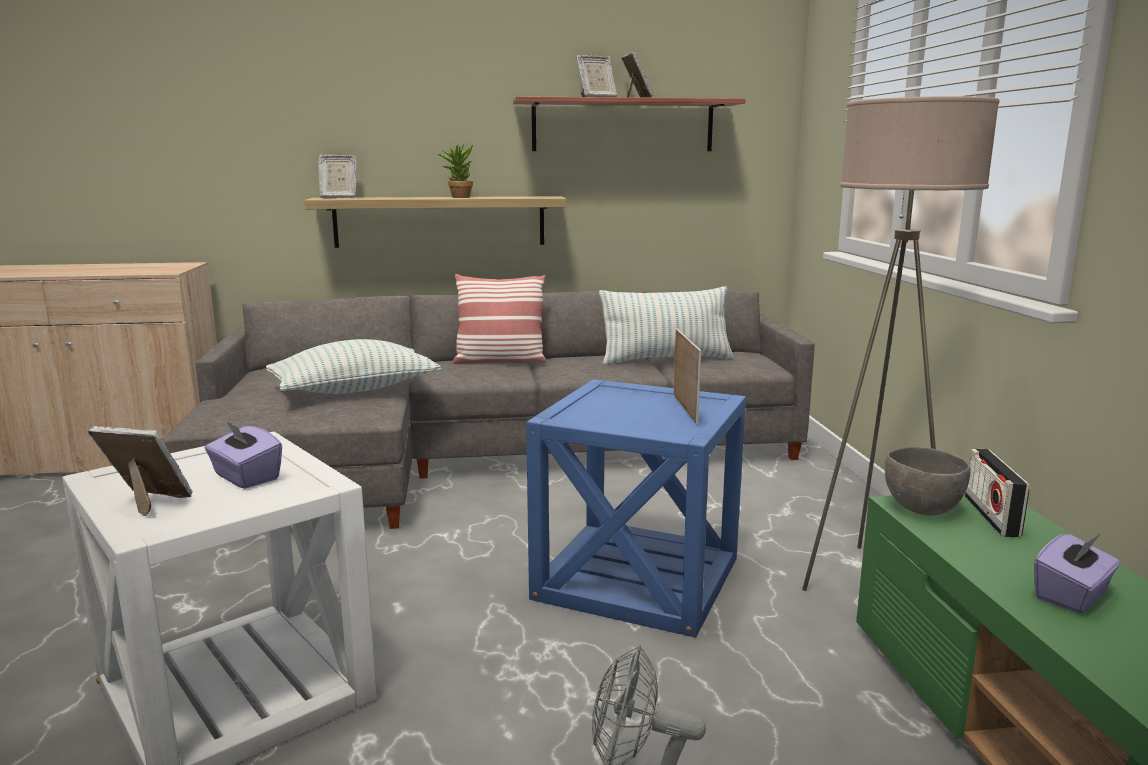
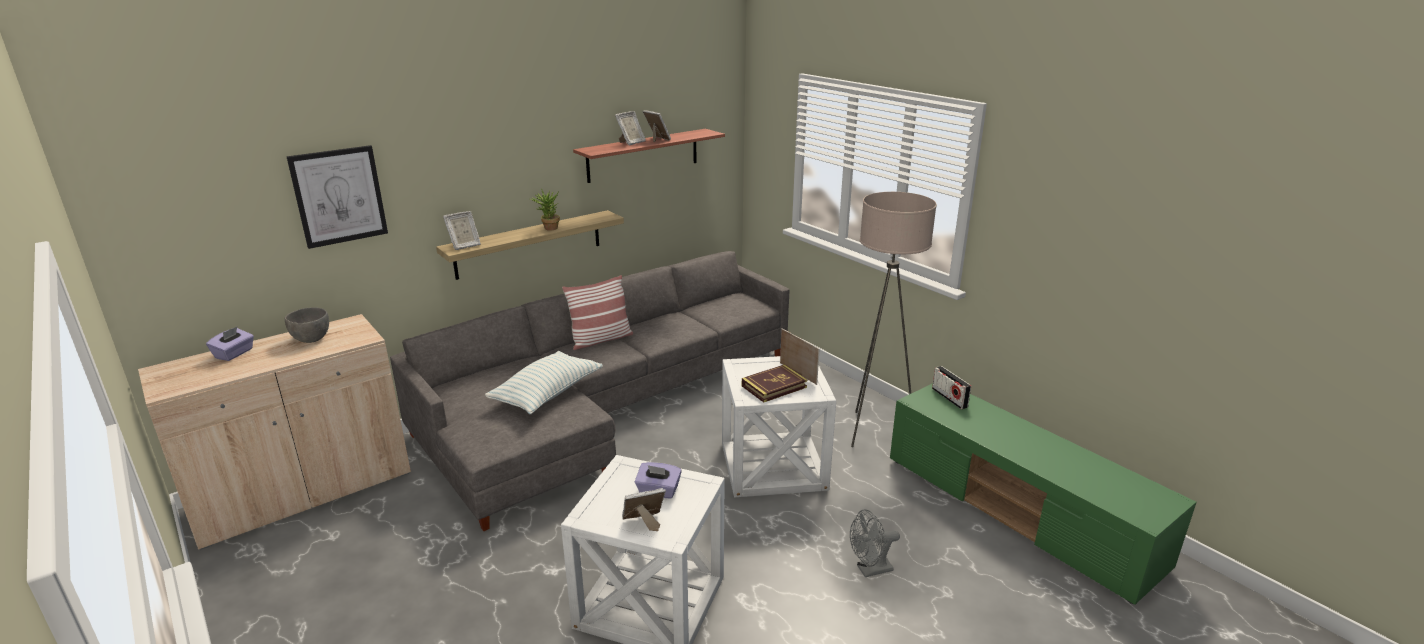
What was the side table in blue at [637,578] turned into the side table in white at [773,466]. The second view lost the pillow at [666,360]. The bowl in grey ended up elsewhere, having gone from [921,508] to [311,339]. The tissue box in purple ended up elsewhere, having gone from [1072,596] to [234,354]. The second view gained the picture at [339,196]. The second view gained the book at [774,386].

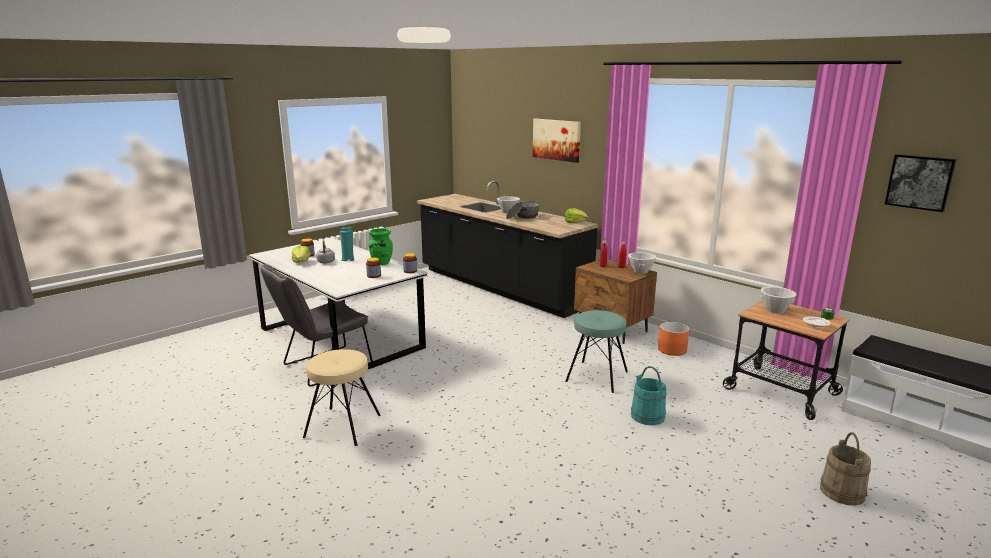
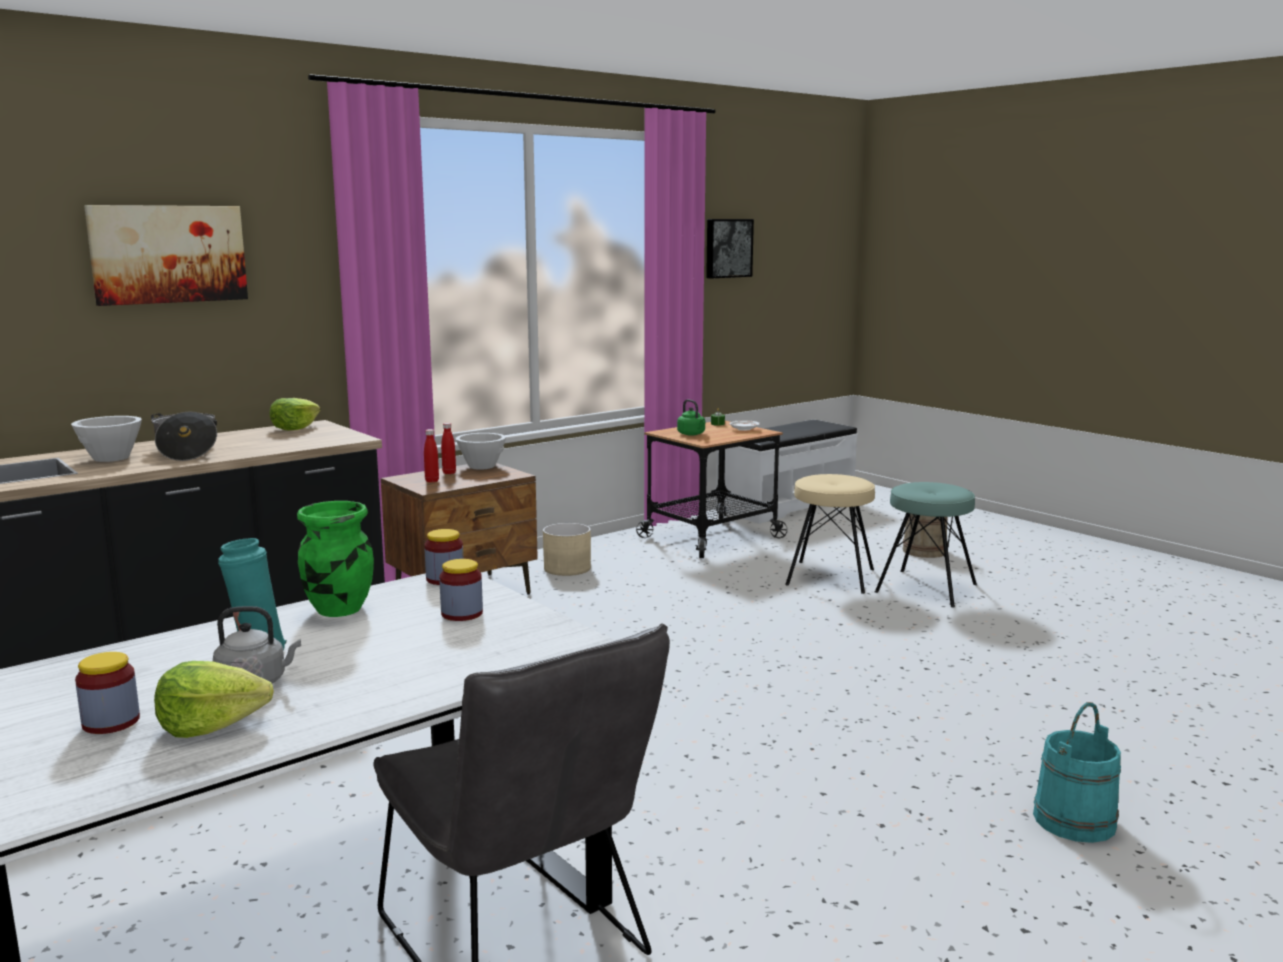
The stool in beige ended up elsewhere, having gone from [342,426] to [830,577]. The stool in turquoise ended up elsewhere, having gone from [597,376] to [926,588]. The bucket in turquoise ended up elsewhere, having gone from [647,416] to [1075,820]. What was the planter in orange at [672,349] turned into the planter in beige at [567,568]. Where the bowl in white stood at [775,310], the kettle in green came to stand at [692,434].

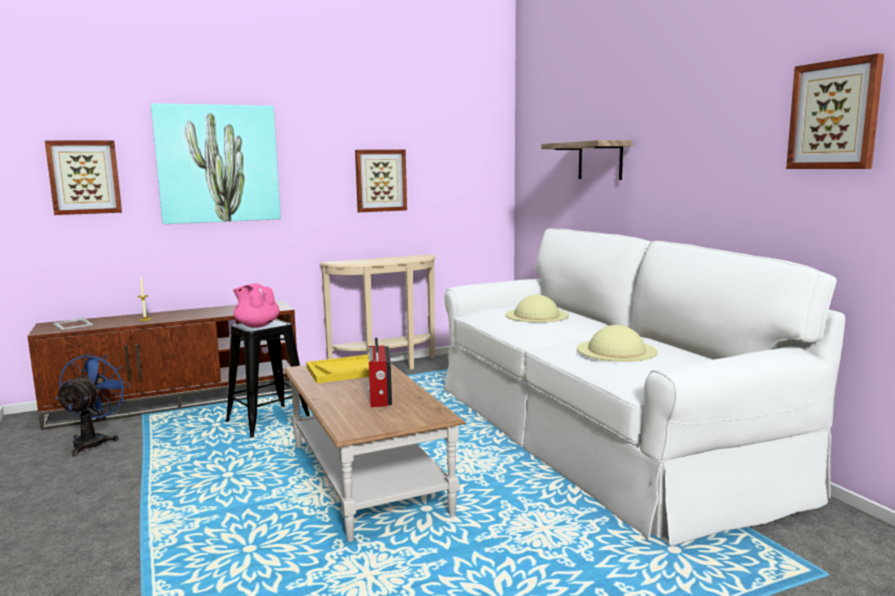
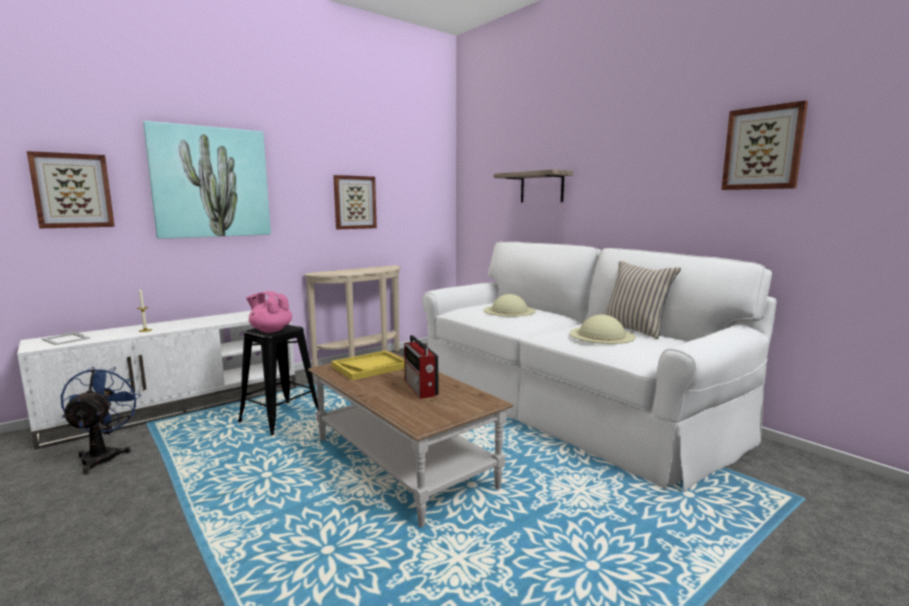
What was the tv stand in brown at [179,400] turned into the tv stand in white at [180,405]. The second view gained the pillow in beige at [634,329].

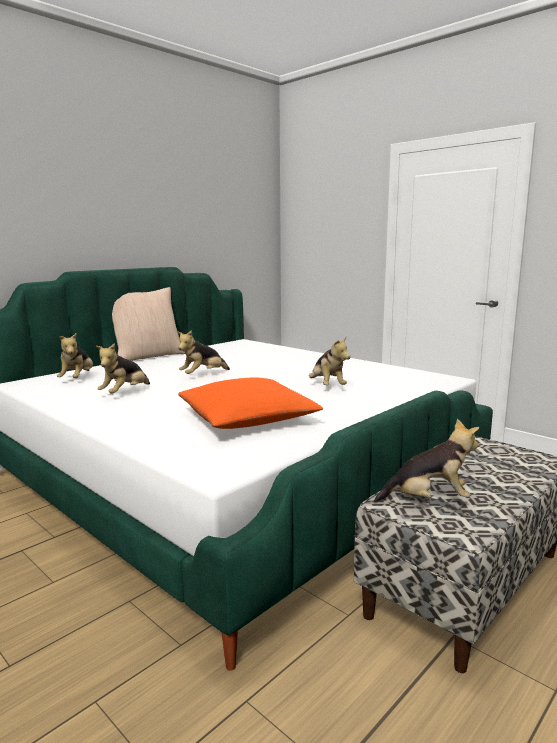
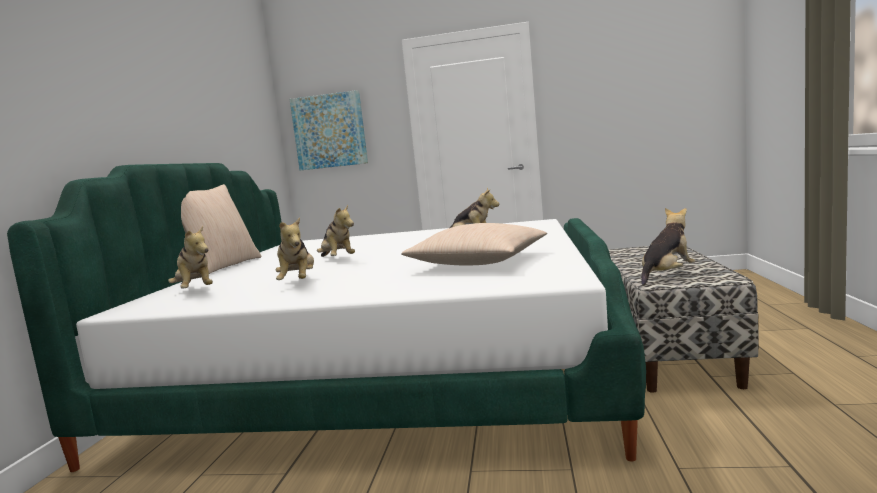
The plush toy at [203,375] ended up facing another way, 45 degrees counterclockwise from before. What was the pillow in orange at [248,419] turned into the pillow in beige at [479,262]. The second view gained the picture at [329,131].

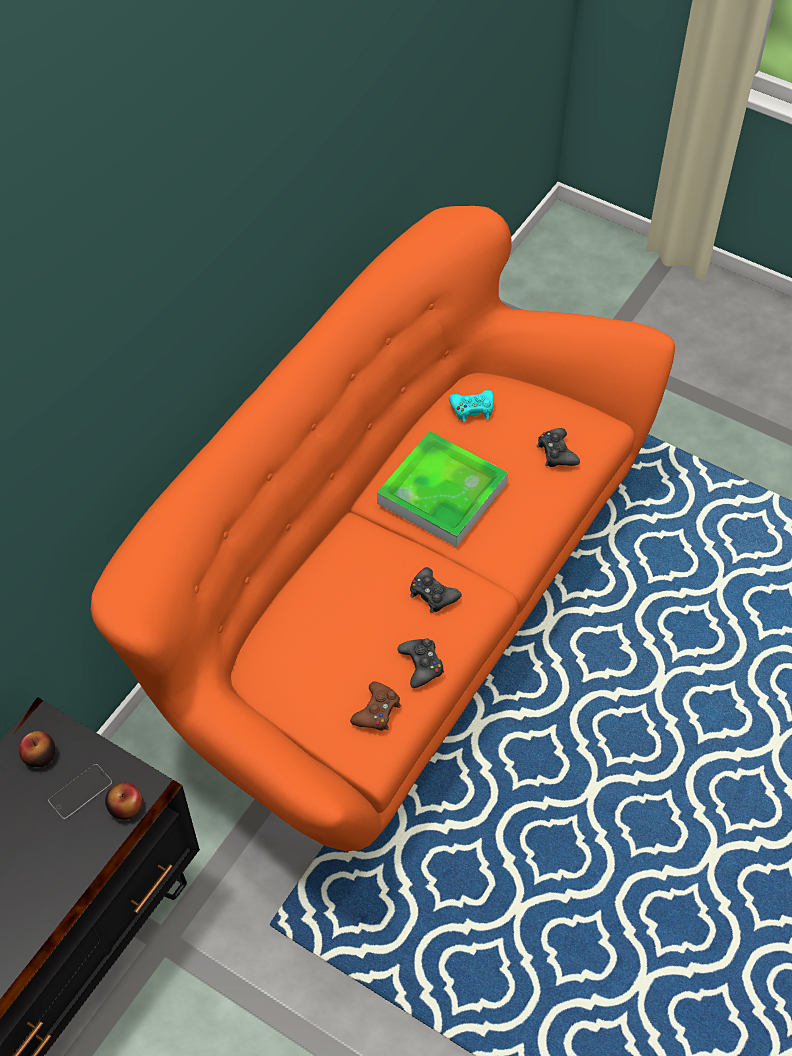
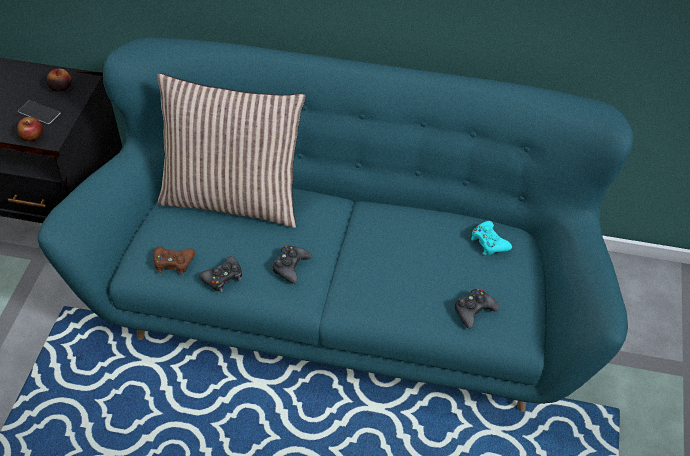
What was the sofa in orange at [396,609] turned into the sofa in turquoise at [344,301]. The second view lost the tray at [442,493]. The second view gained the pillow at [234,198].

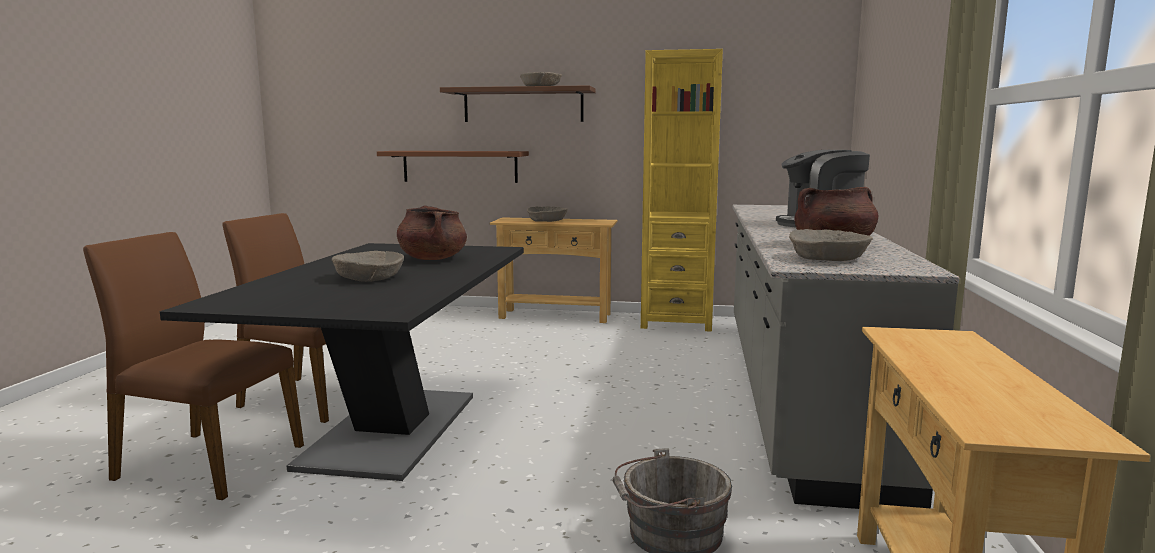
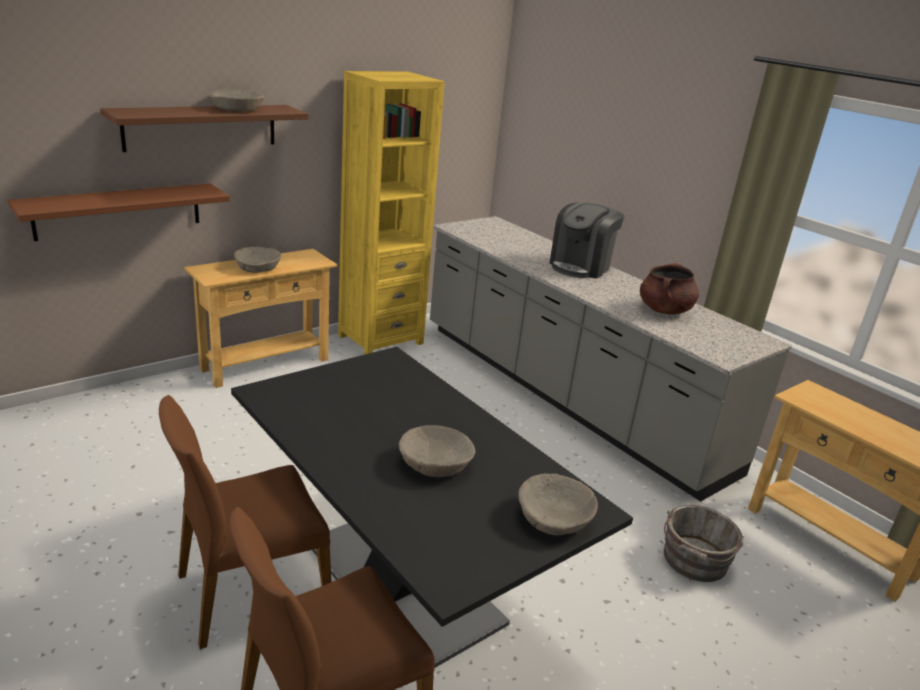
The second view lost the cooking pot in brown at [432,259]. The bowl in beige ended up elsewhere, having gone from [828,258] to [554,517].

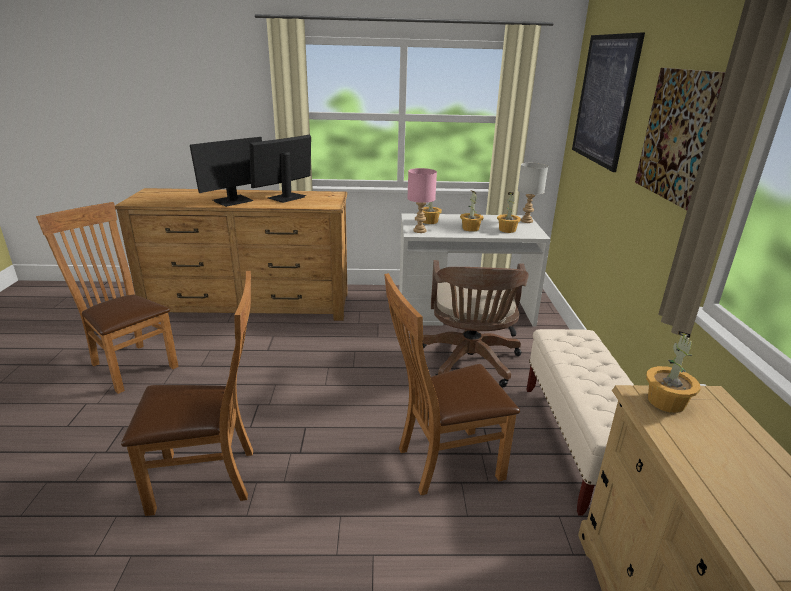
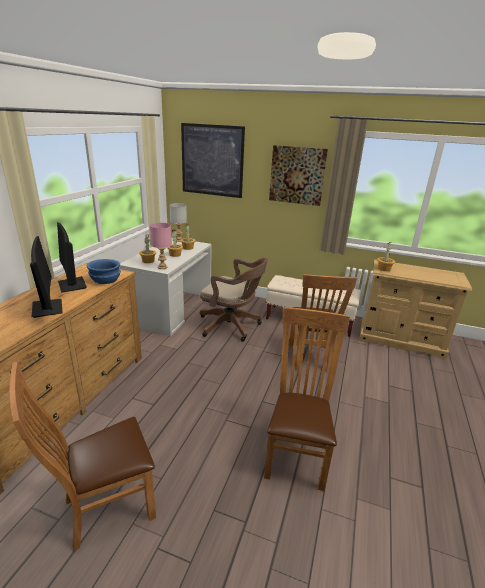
The second view gained the bowl in blue at [105,280].

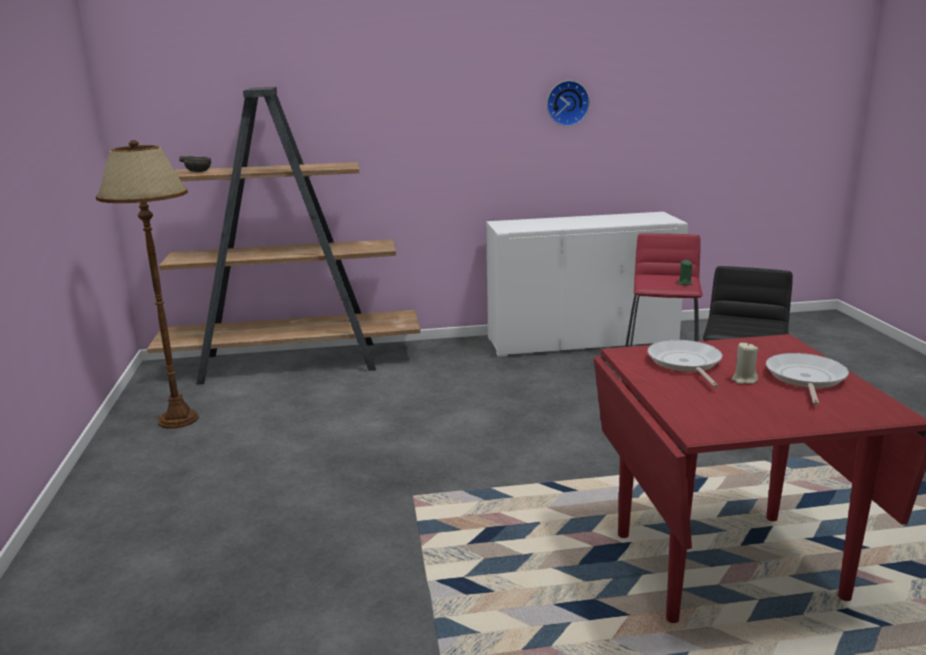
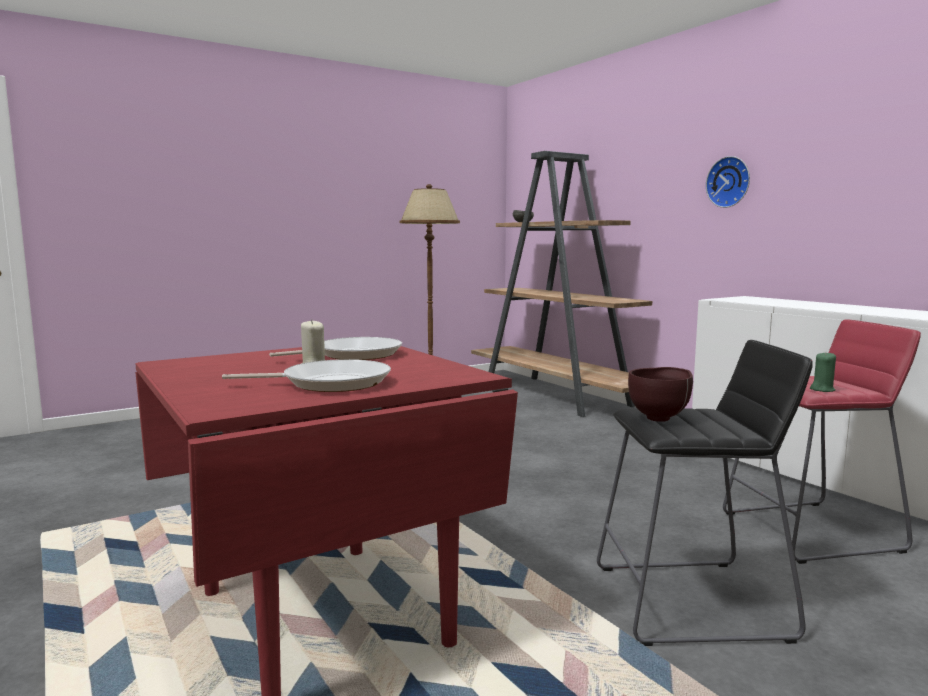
The wall clock ended up elsewhere, having gone from [567,103] to [729,182]. The second view gained the bowl in brown at [660,418].

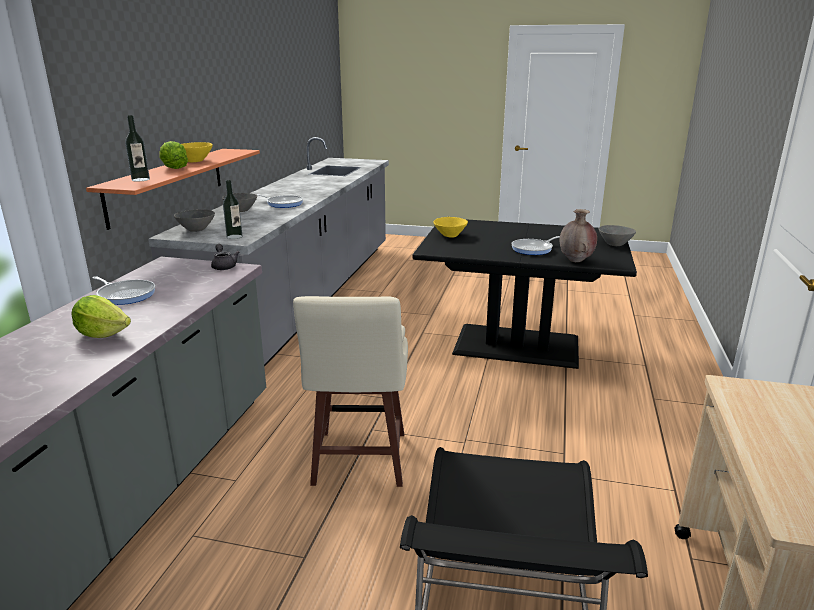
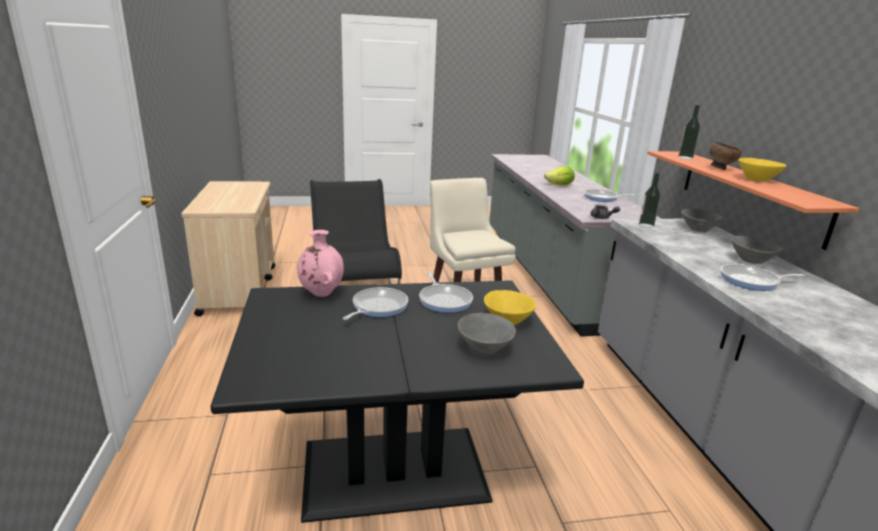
Where the lettuce stood at [174,169], the bowl in brown came to stand at [720,169]. What was the vase in brown at [576,260] turned into the vase in pink at [321,293]. The bowl in grey ended up elsewhere, having gone from [615,244] to [485,348]. The second view gained the frying pan at [444,300].

